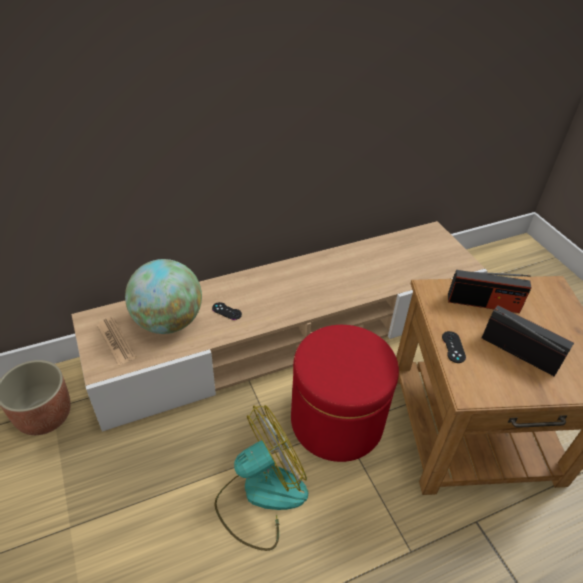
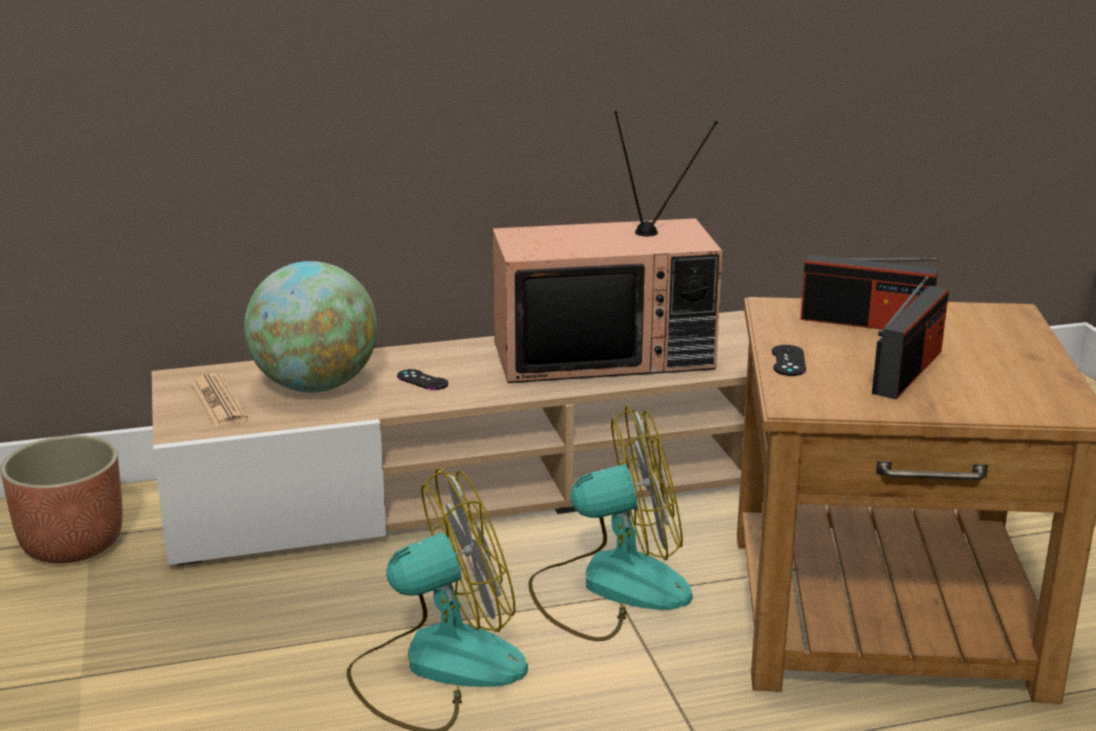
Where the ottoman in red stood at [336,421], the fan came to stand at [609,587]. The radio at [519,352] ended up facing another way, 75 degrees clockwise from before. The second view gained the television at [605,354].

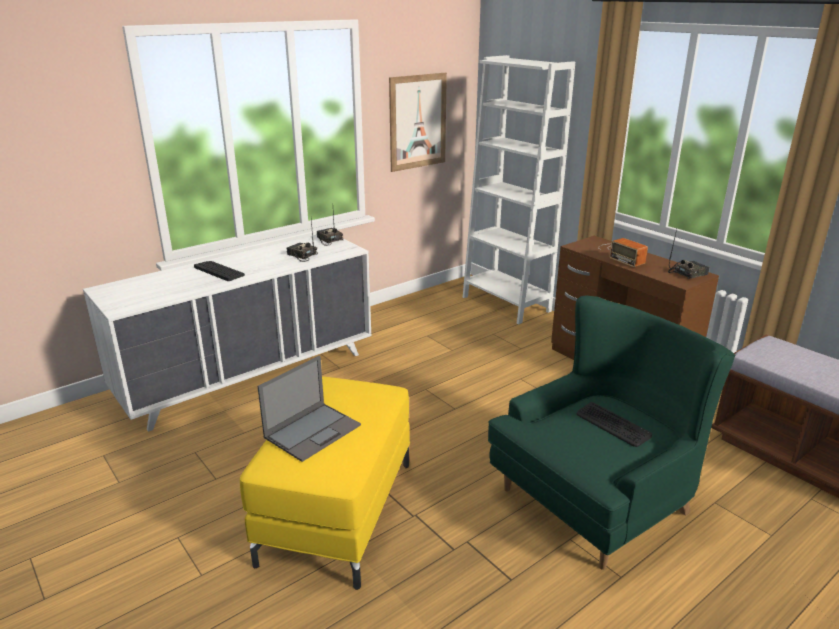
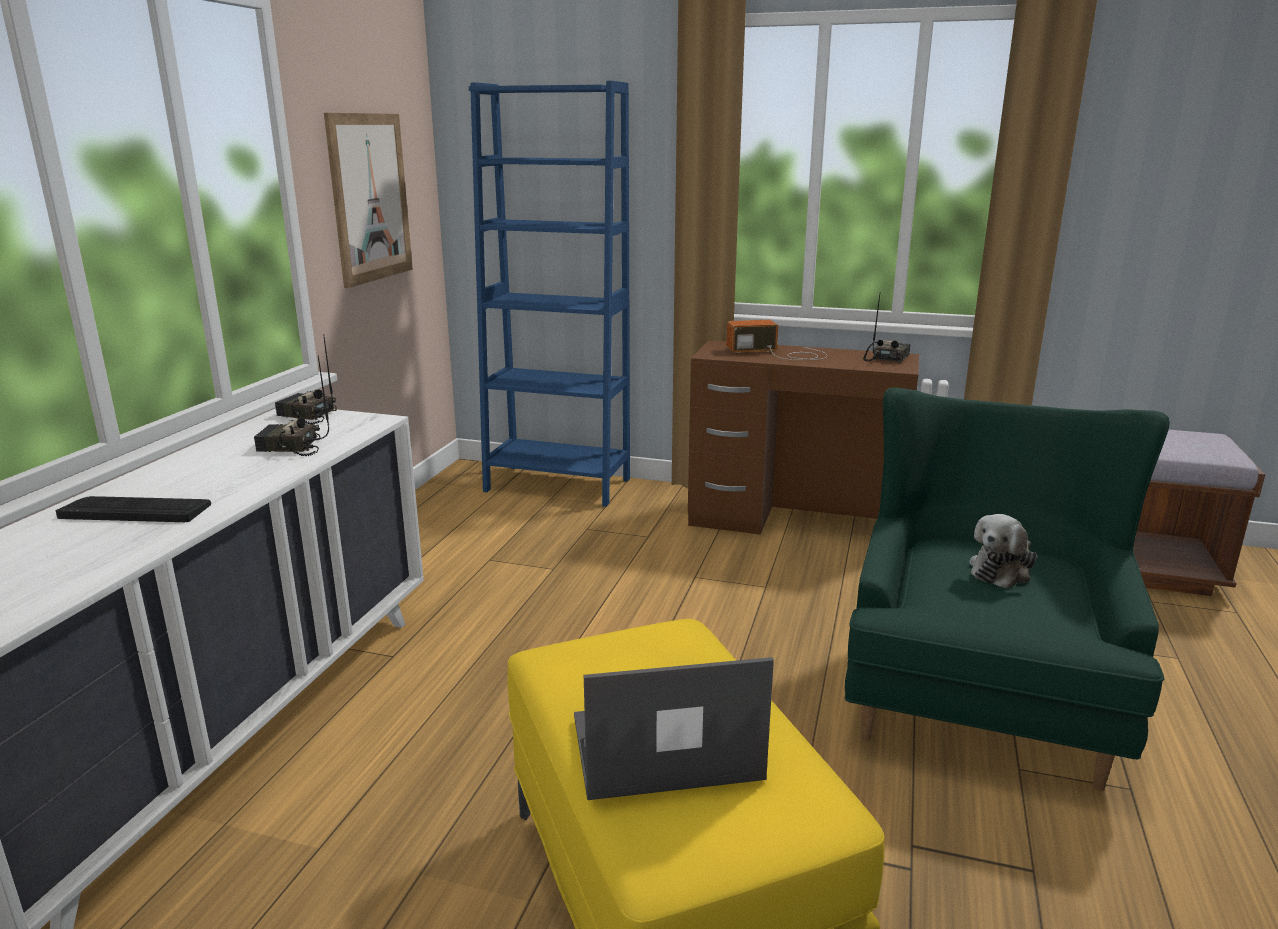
The laptop at [313,431] ended up facing another way, 105 degrees counterclockwise from before. What was the bookcase in white at [506,304] turned into the bookcase in blue at [557,485]. Where the keyboard stood at [612,425], the plush toy came to stand at [1002,570]. The radio at [621,254] ended up facing another way, 150 degrees clockwise from before.

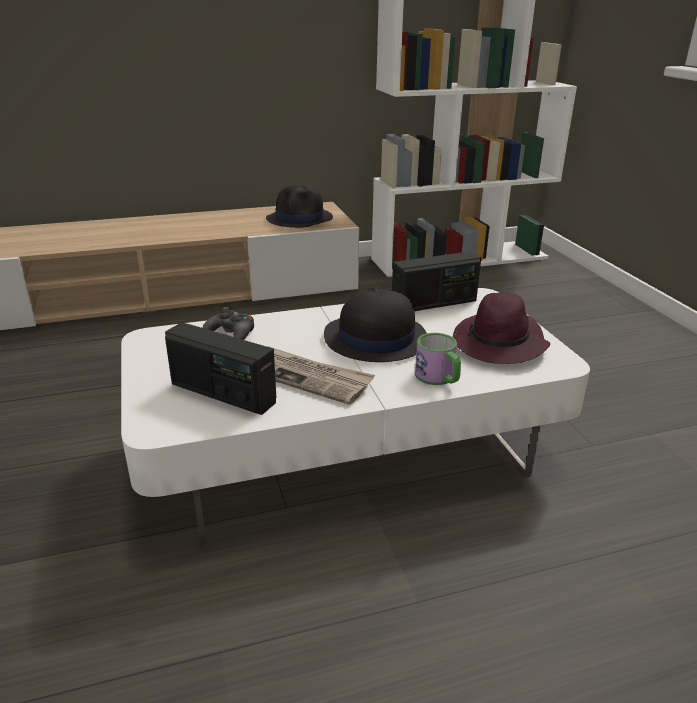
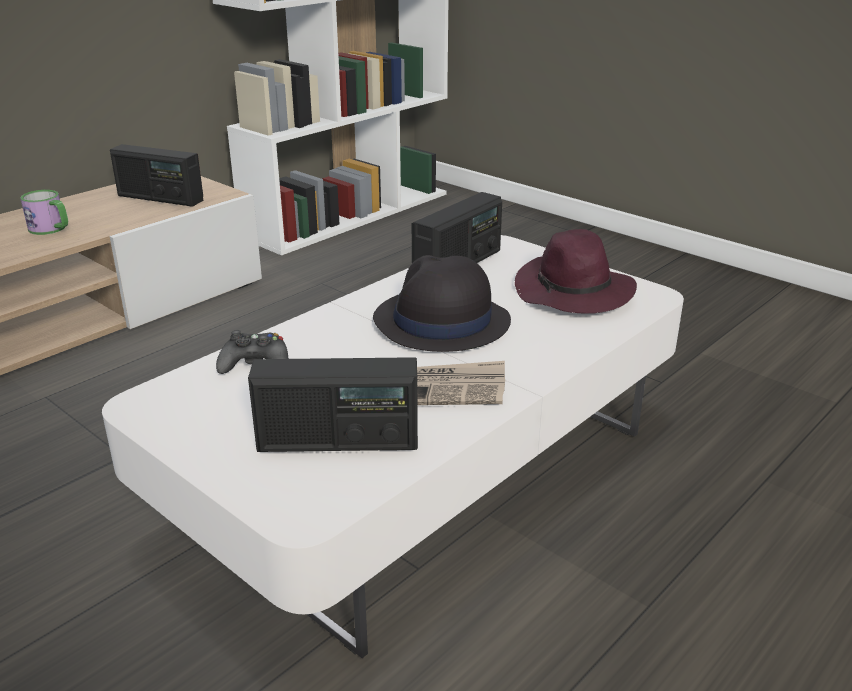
Where the hat in black stood at [300,219], the radio came to stand at [160,198]. The mug ended up elsewhere, having gone from [438,378] to [51,229].

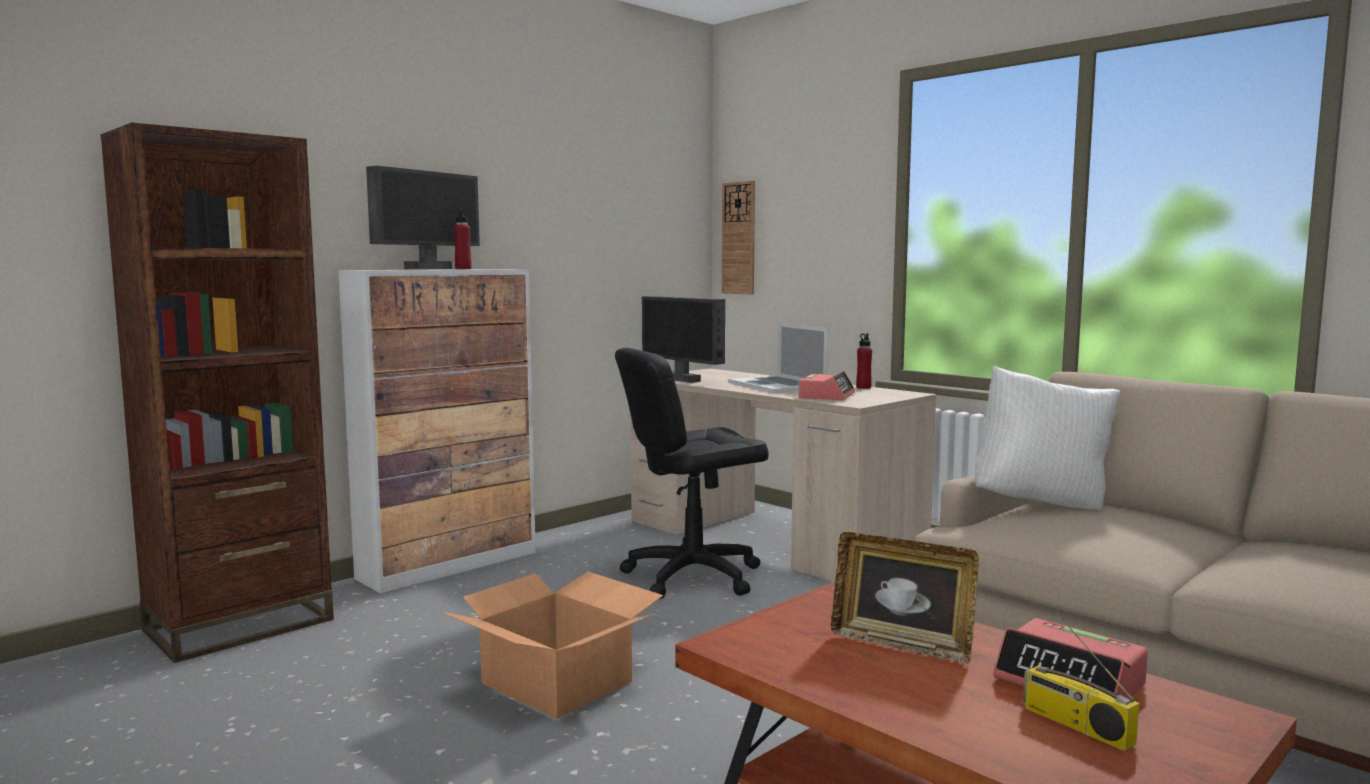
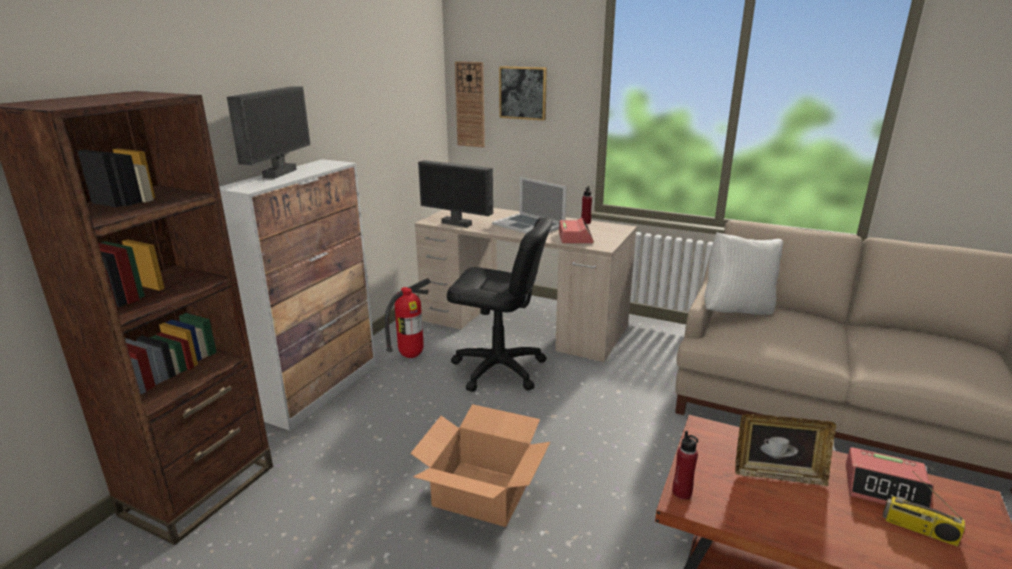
The bottle in red ended up elsewhere, having gone from [463,269] to [682,492]. The office chair in black at [692,576] ended up facing another way, 120 degrees counterclockwise from before. The second view gained the fire extinguisher at [411,356]. The second view gained the picture at [523,93].

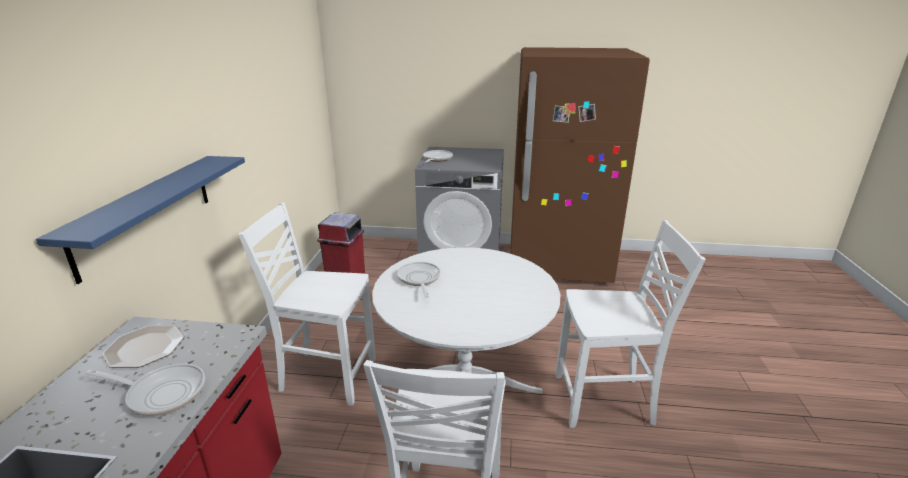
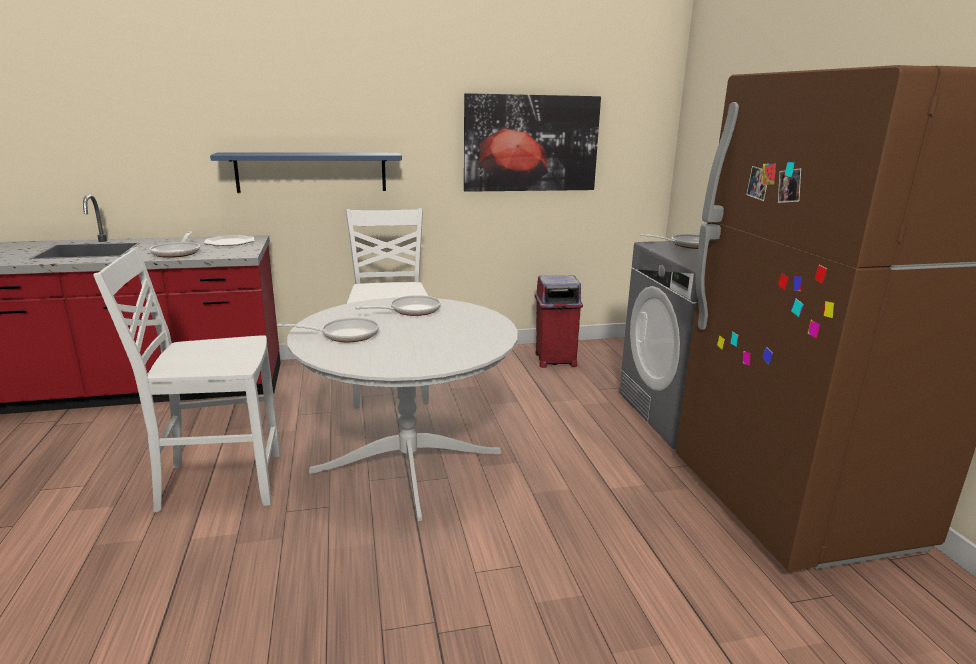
The second view lost the chair in white at [605,401]. The second view gained the frying pan at [344,335]. The second view gained the picture at [531,143].

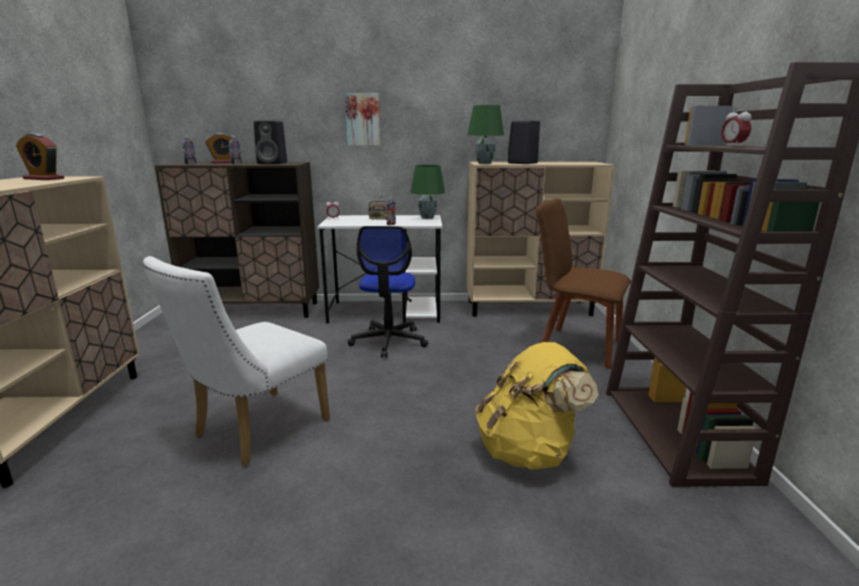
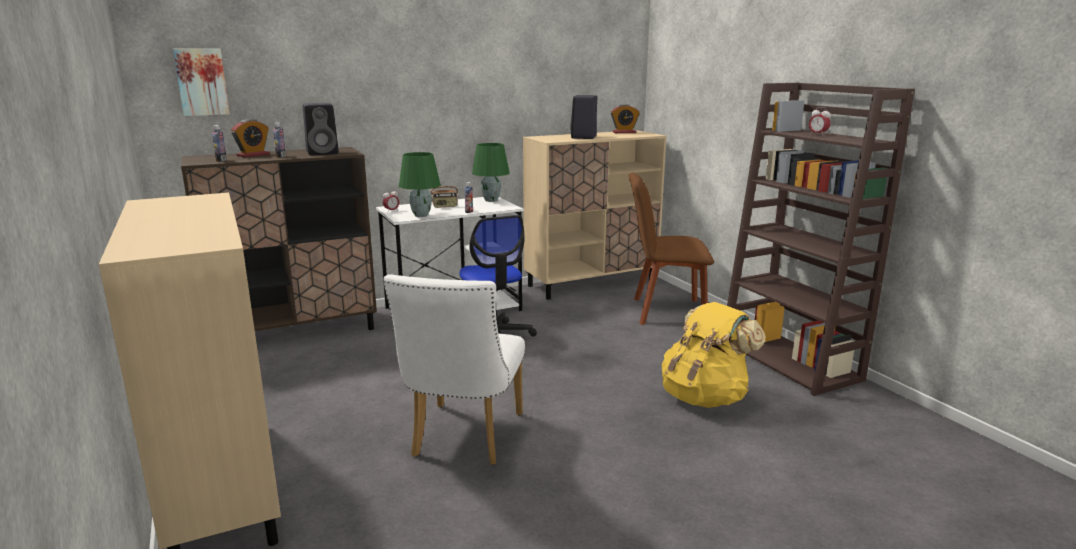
The alarm clock ended up elsewhere, having gone from [44,179] to [624,132]. The picture ended up elsewhere, having gone from [363,119] to [202,82]. The table lamp in green ended up elsewhere, having gone from [484,163] to [421,215].

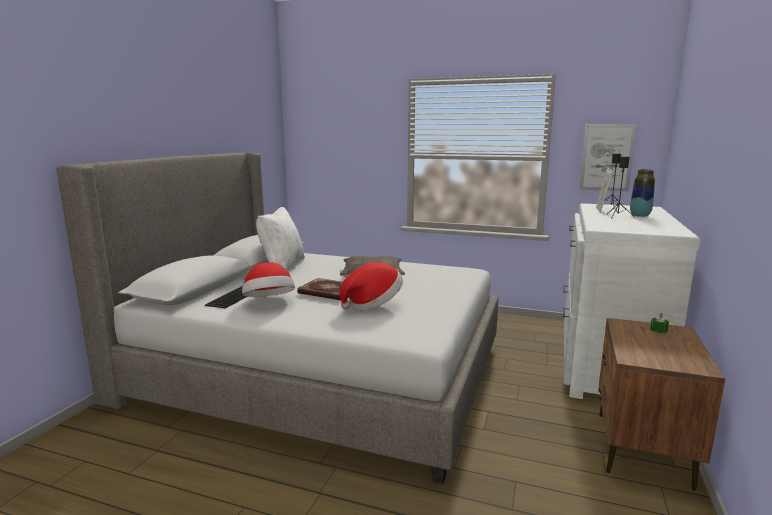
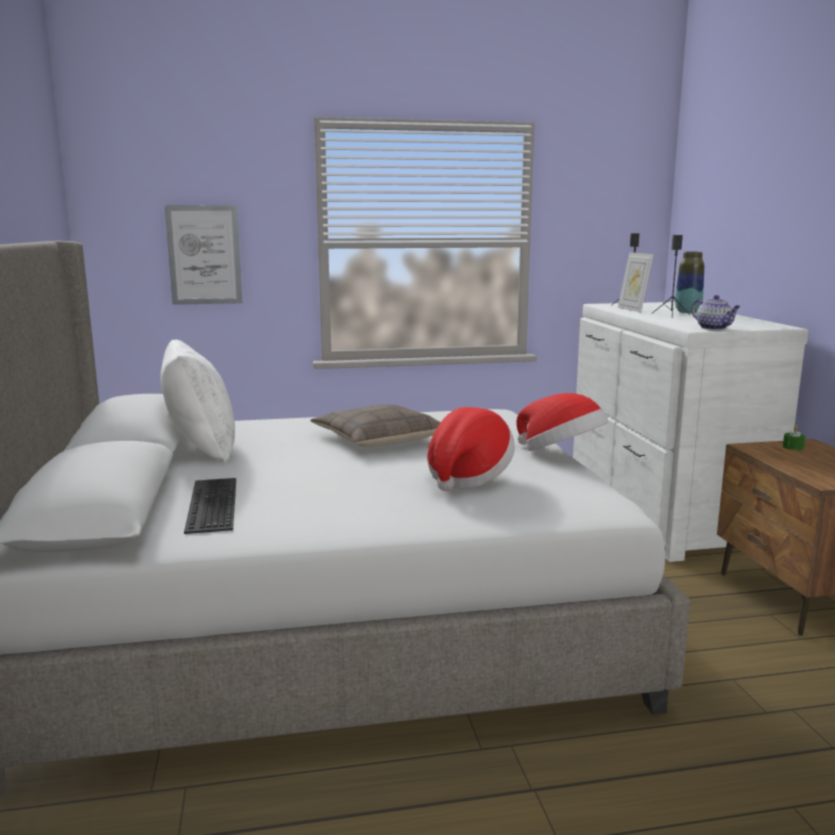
The hat ended up elsewhere, having gone from [269,302] to [561,453]. The second view lost the book at [328,292]. The picture ended up elsewhere, having gone from [607,157] to [204,255]. The second view gained the teapot at [714,328].

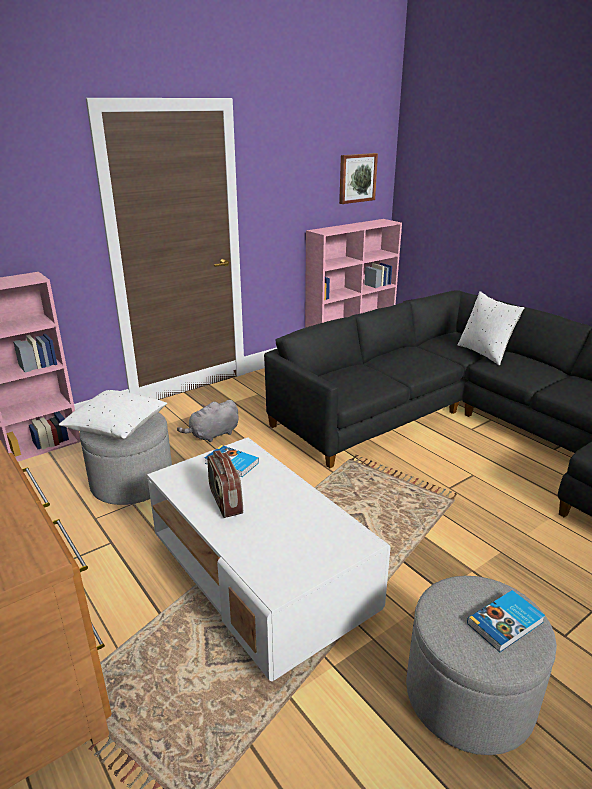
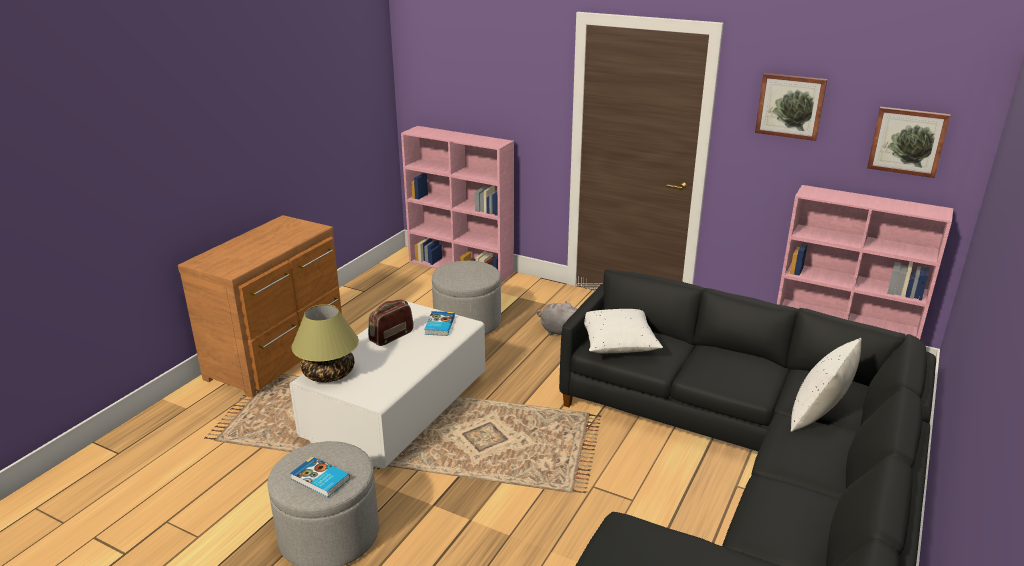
The pillow in white ended up elsewhere, having gone from [117,428] to [617,344]. The second view gained the table lamp at [329,373]. The second view gained the picture at [790,106].

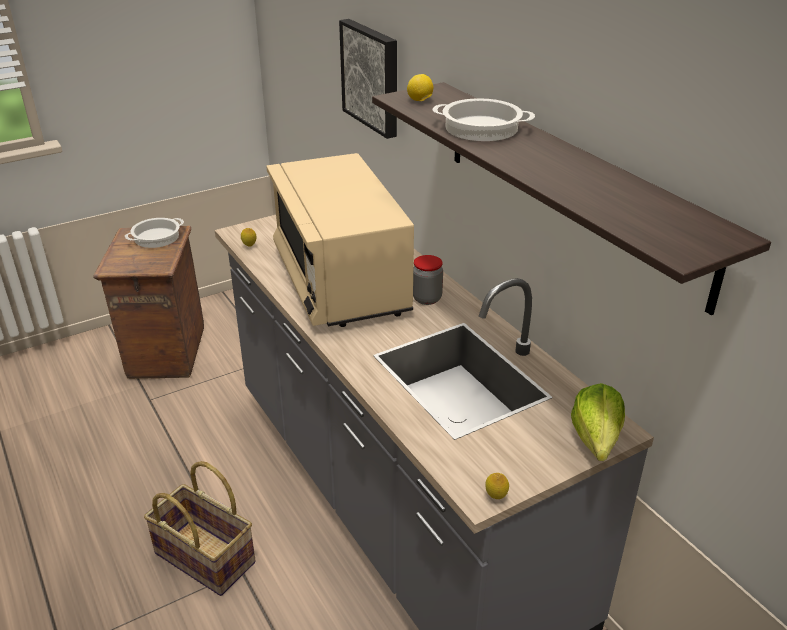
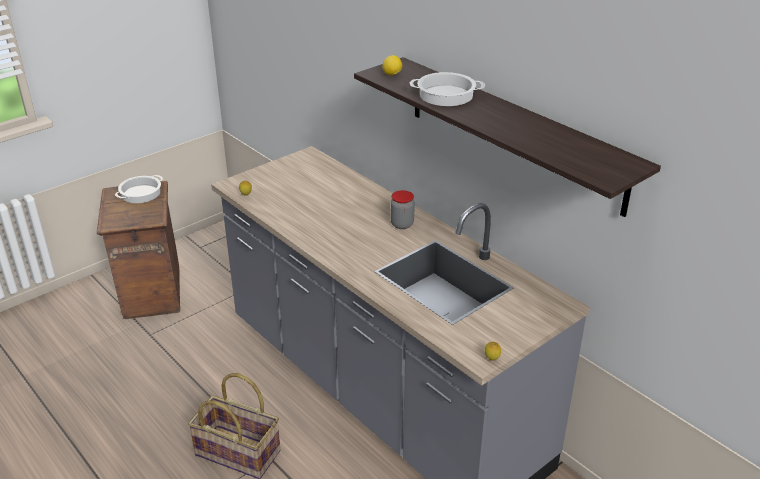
The second view lost the microwave in beige at [340,281]. The second view lost the picture at [372,77]. The second view lost the lettuce at [594,445].

